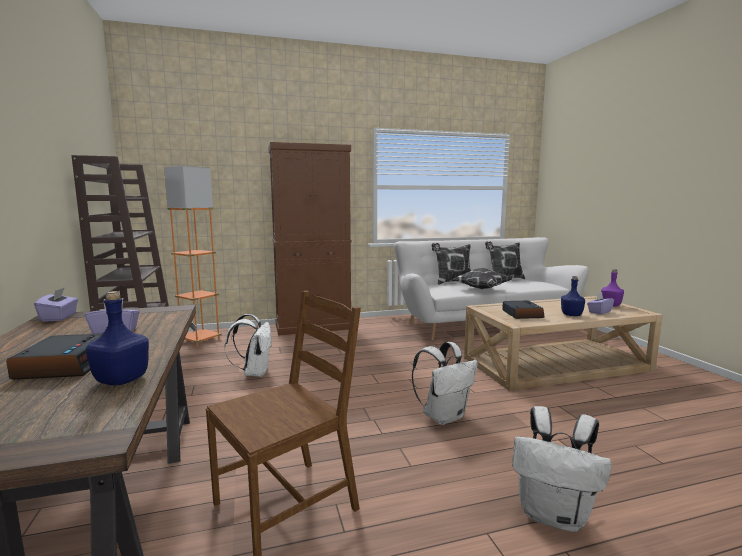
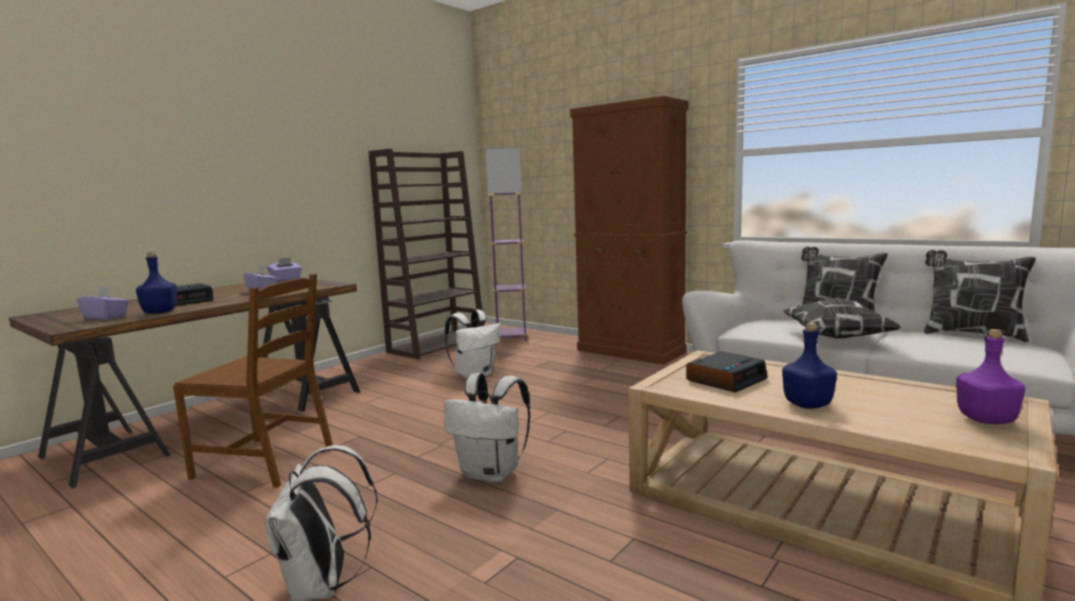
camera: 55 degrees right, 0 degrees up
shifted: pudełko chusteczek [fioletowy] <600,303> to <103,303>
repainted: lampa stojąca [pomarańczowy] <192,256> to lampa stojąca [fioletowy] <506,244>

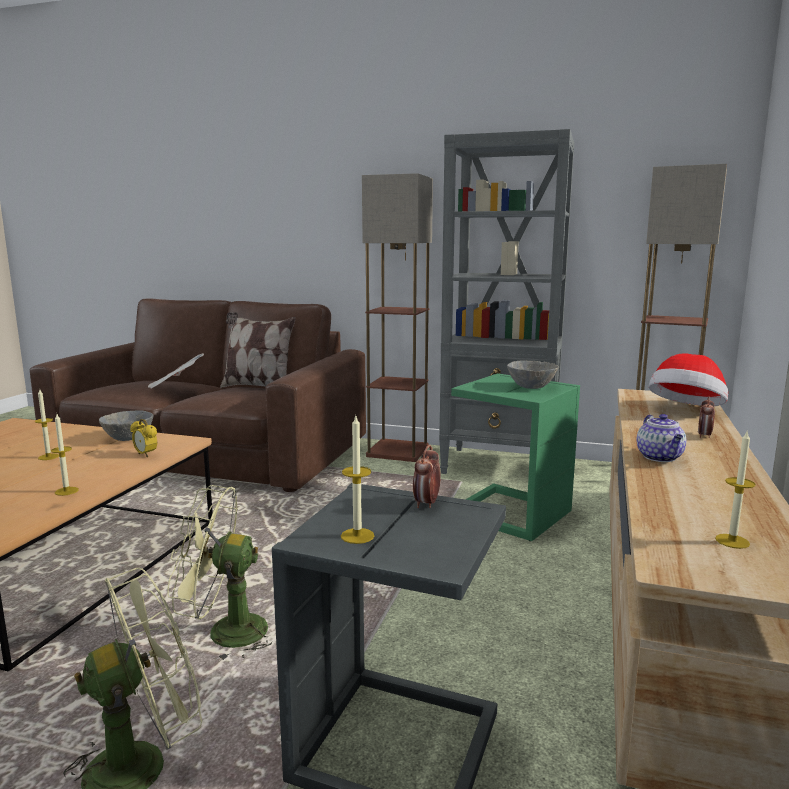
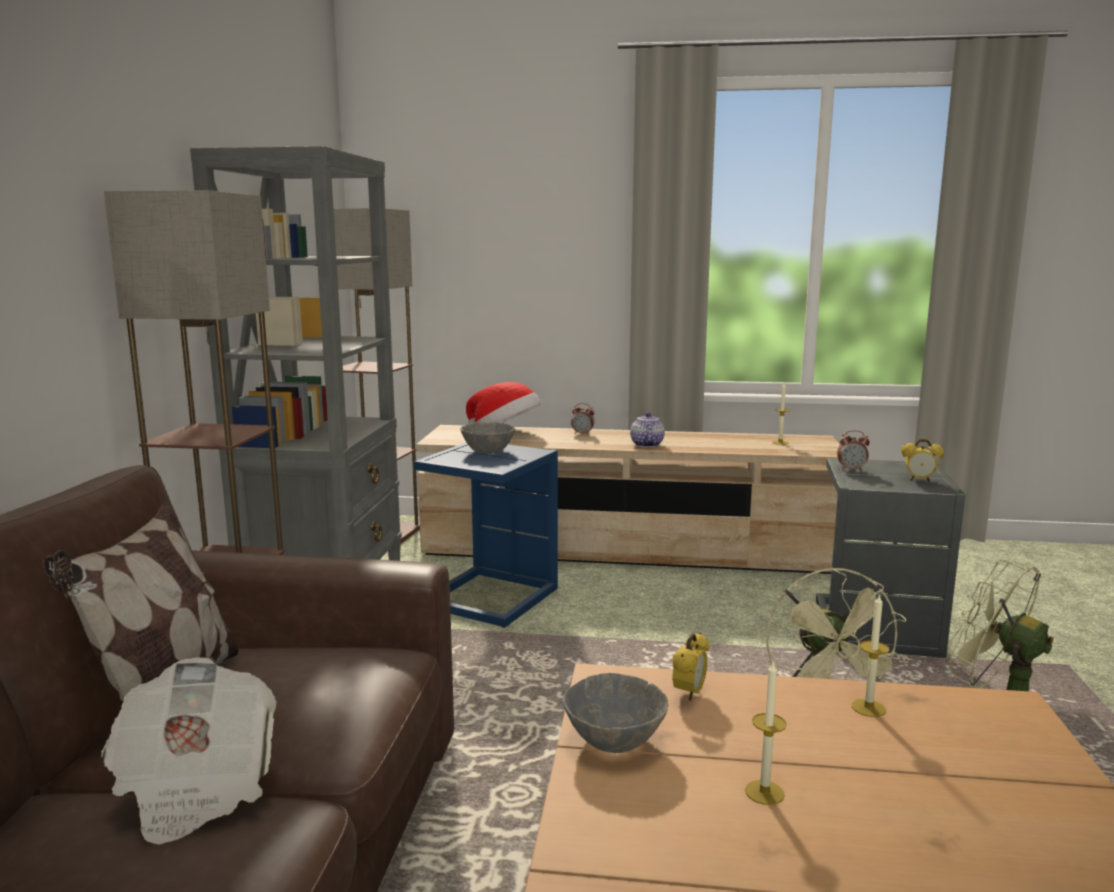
camera: 100 degrees left, 0 degrees up
swapped: świeca <357,480> to budzik <922,460>
repainted: stolik [zielony] <515,457> to stolik [niebieski] <486,535>
rotated: imbryk <661,438> = <647,429> 75 degrees counterclockwise

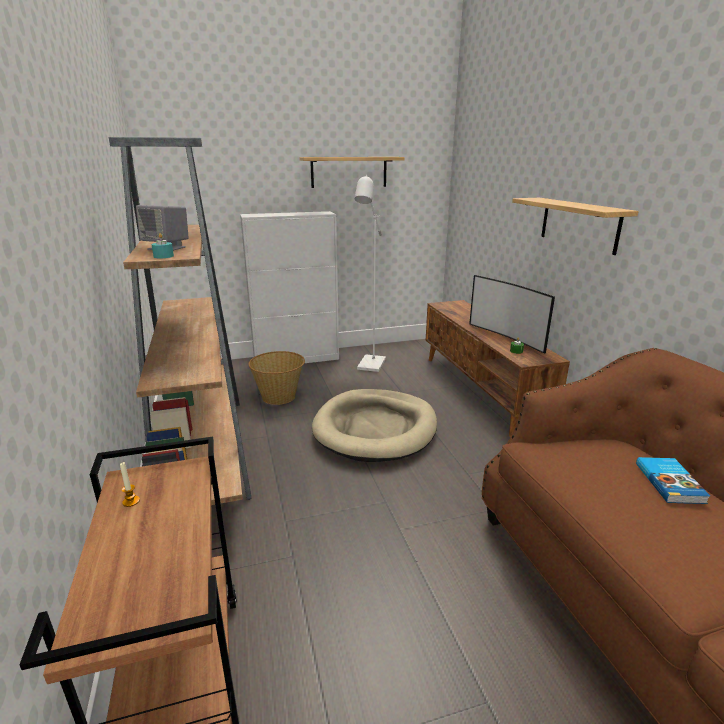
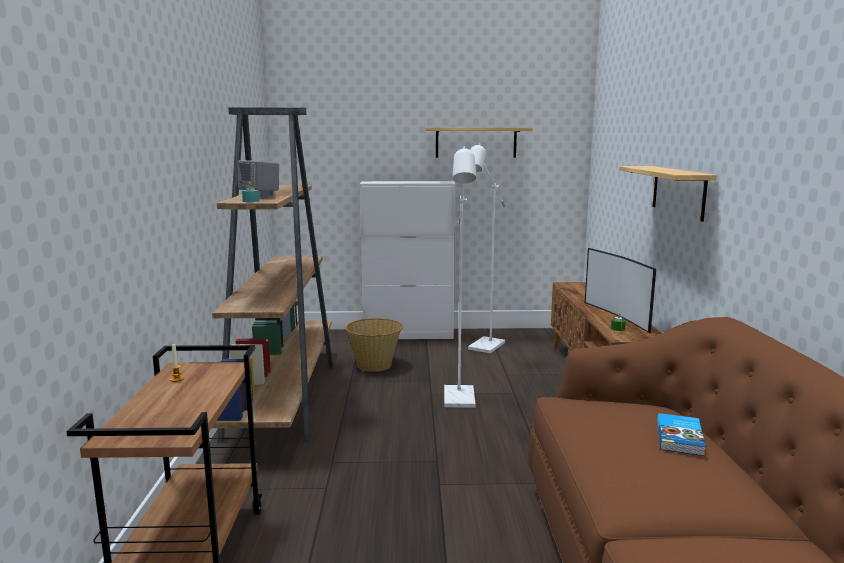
camera: 15 degrees right, 10 degrees down
swapped: legowisko [beżowy] <374,425> to lampa stojąca [biały] <460,277>

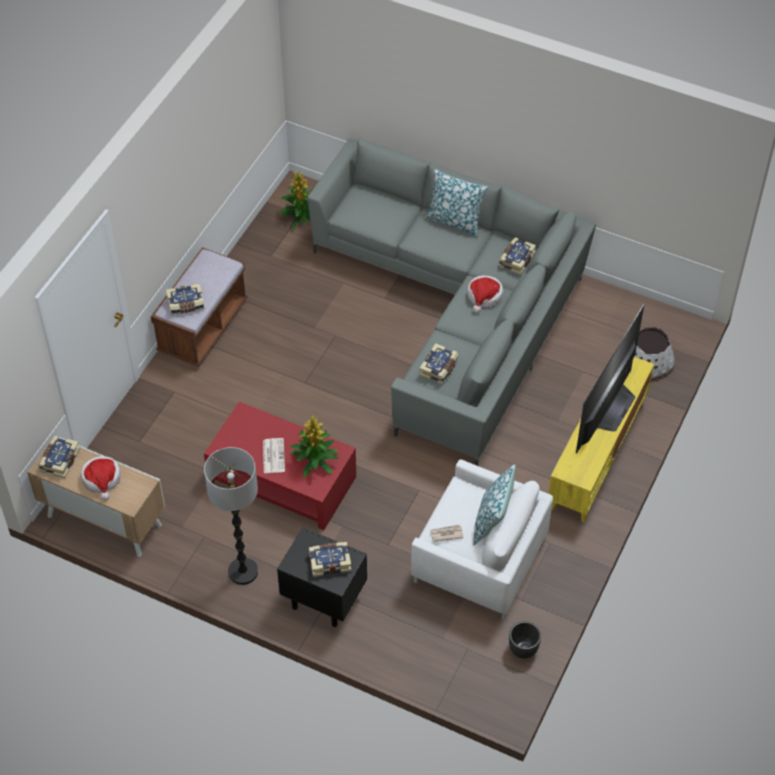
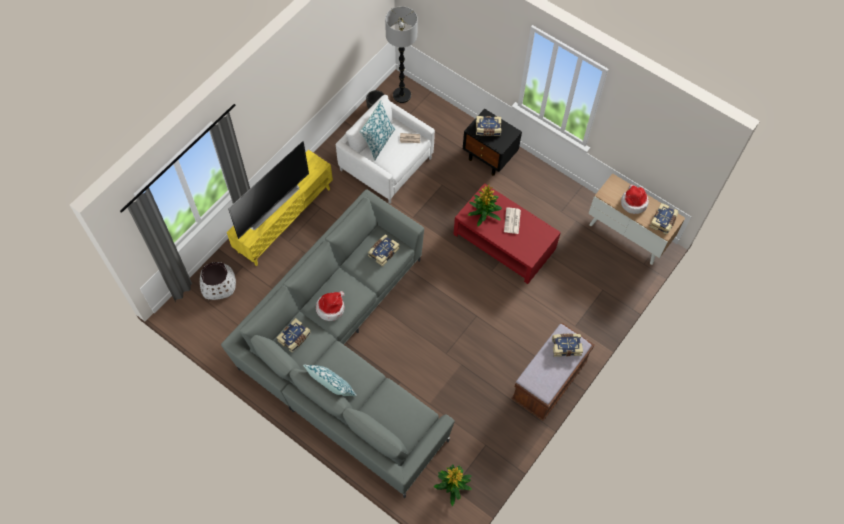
camera: 170 degrees left, 10 degrees up
shifted: lampa stojąca <231,516> to <401,54>

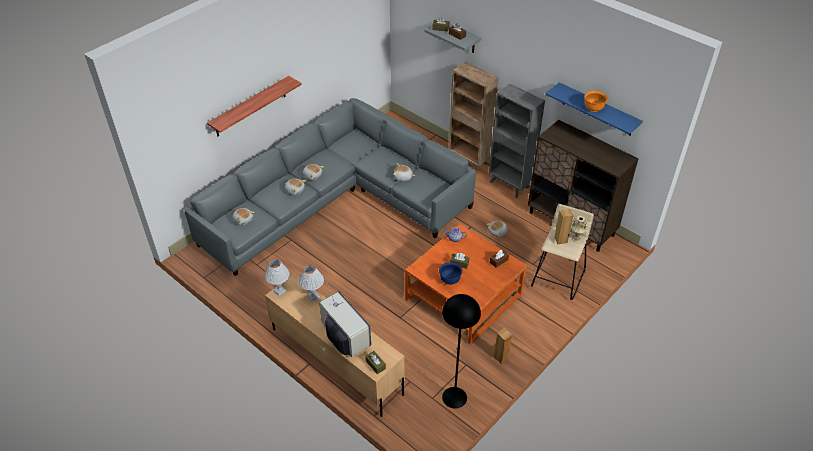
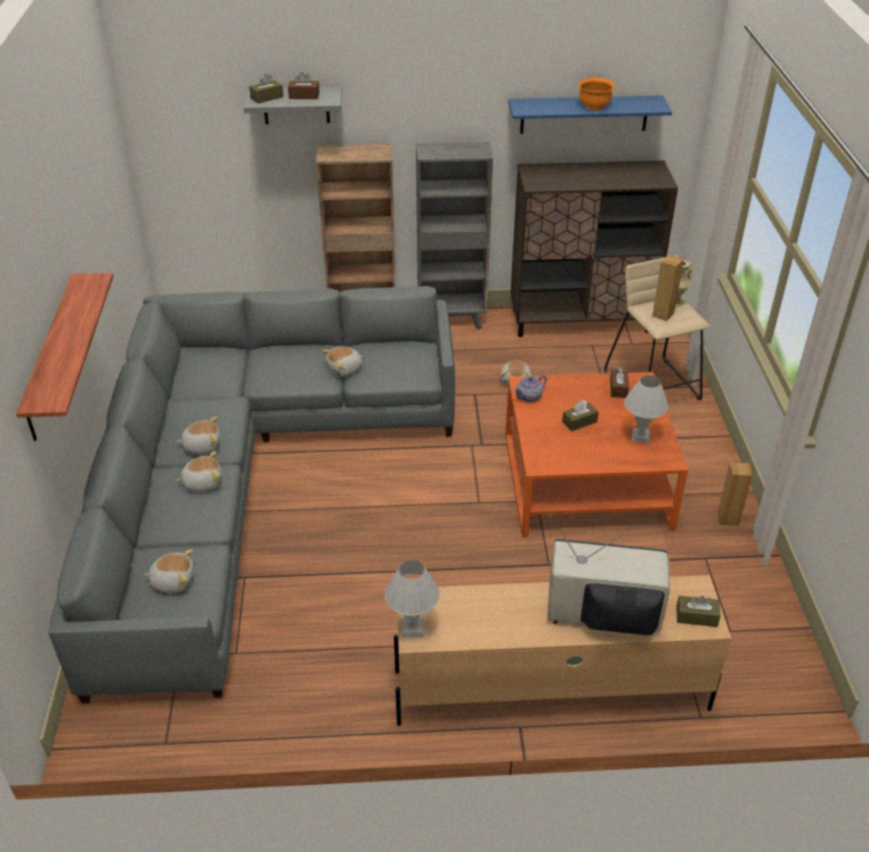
camera: 45 degrees left, 5 degrees down
gone: miska [niebieski] <450,273>; lampa stojąca [czarny] <461,351>
shifted: lampa stołowa [biały] <311,283> to <646,409>

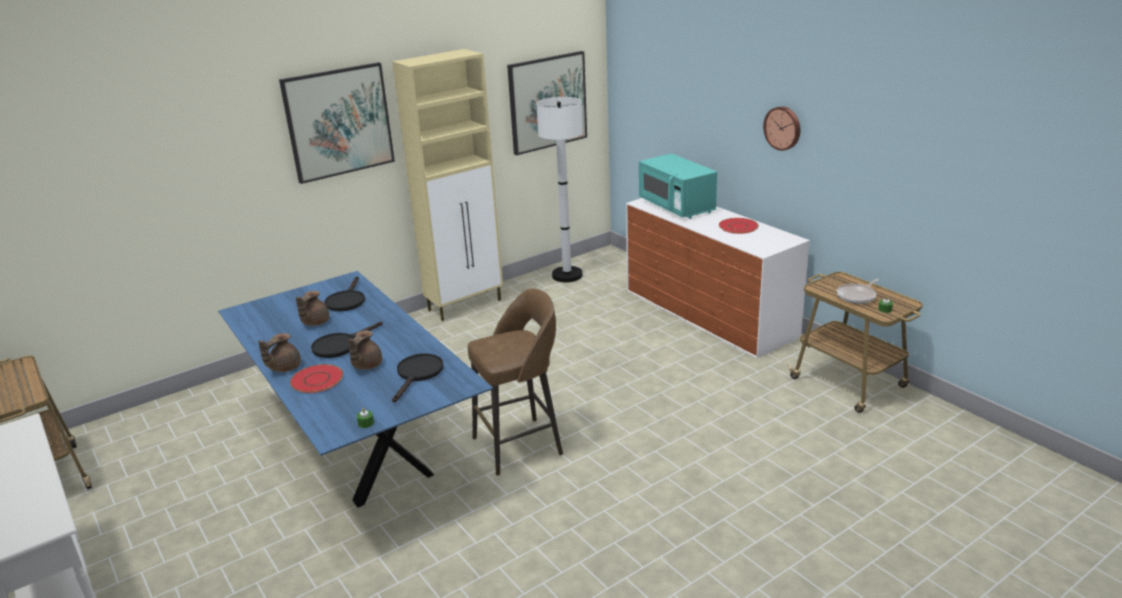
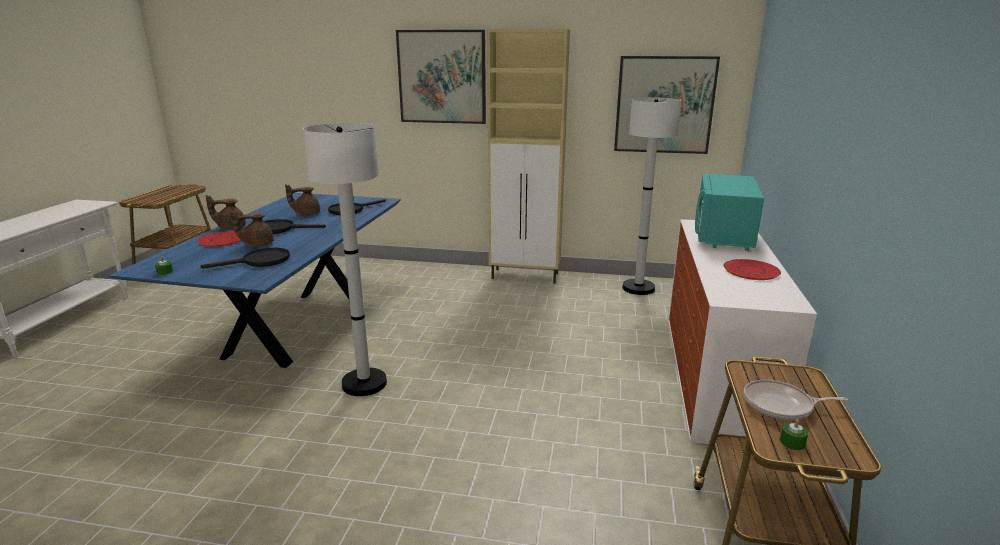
camera: 45 degrees right, 5 degrees down
gone: zegar ścienny <781,128>
swapped: stołek [brązowy] <515,382> to lampa stojąca [biały] <345,259>

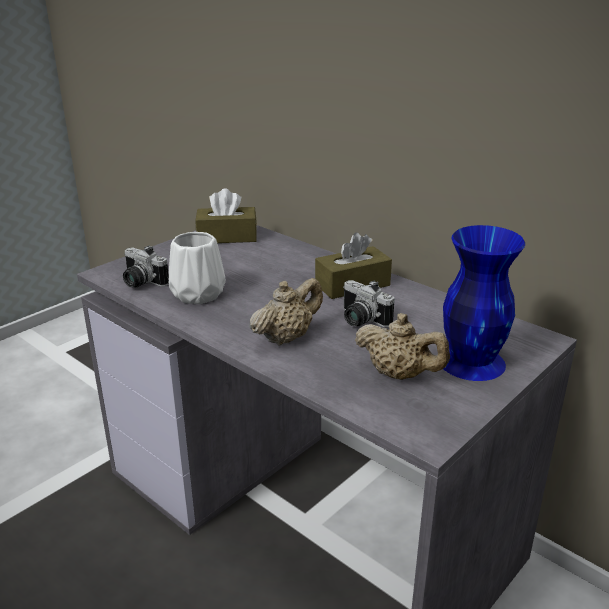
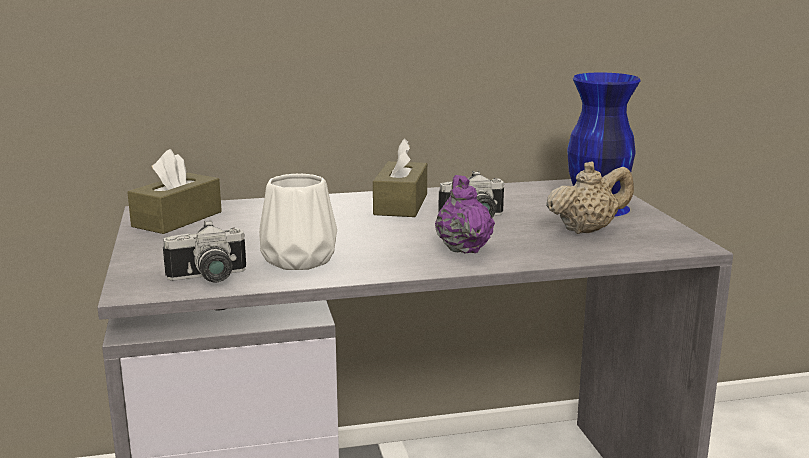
camera: 55 degrees left, 10 degrees down
repainted: imbryk [beżowy] <286,312> to imbryk [fioletowy] <465,214>

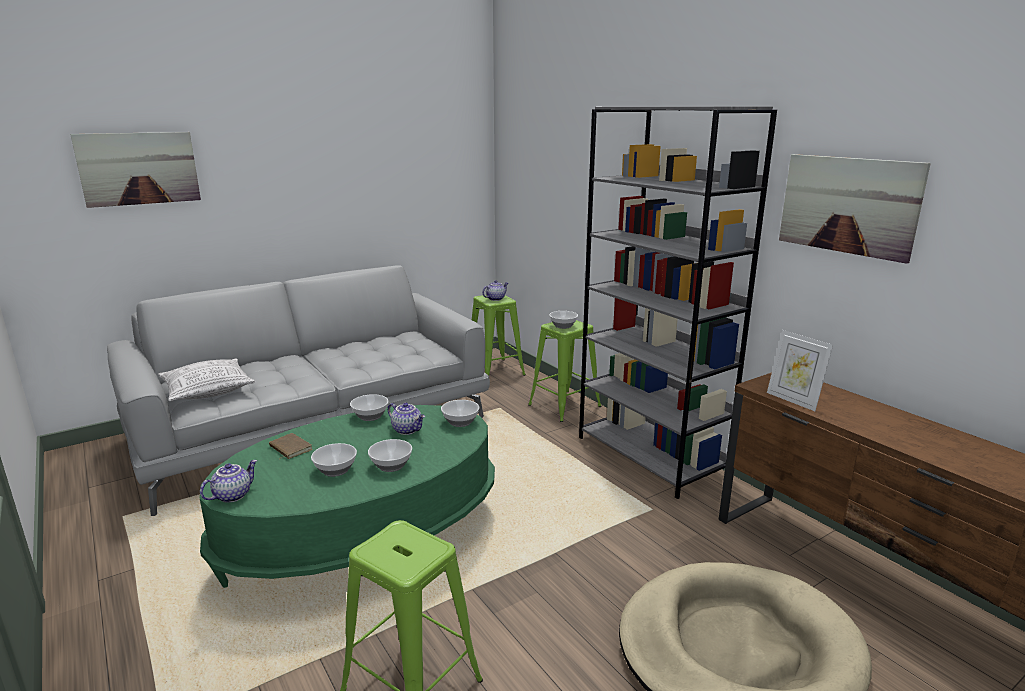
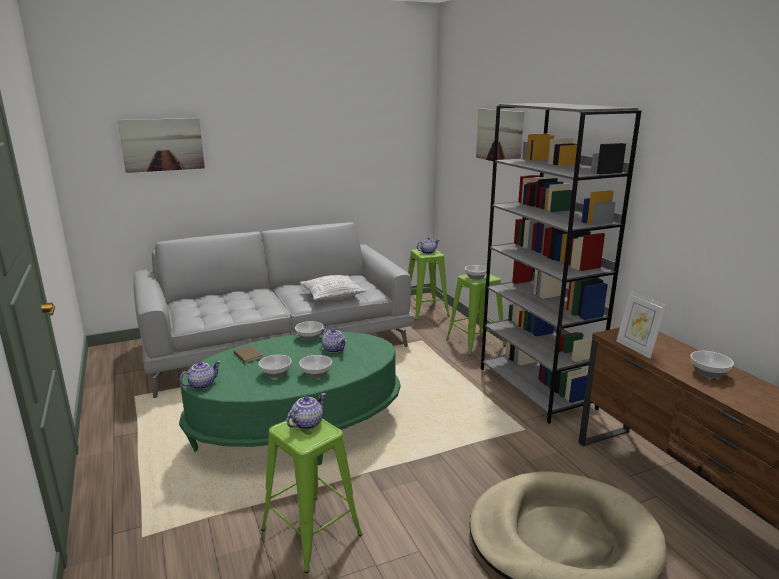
camera: 10 degrees right, 0 degrees up
new: imbryk <306,411>
shifted: poduszka <206,380> to <332,287>; obraz <855,209> to <500,134>; miska <460,413> to <712,365>

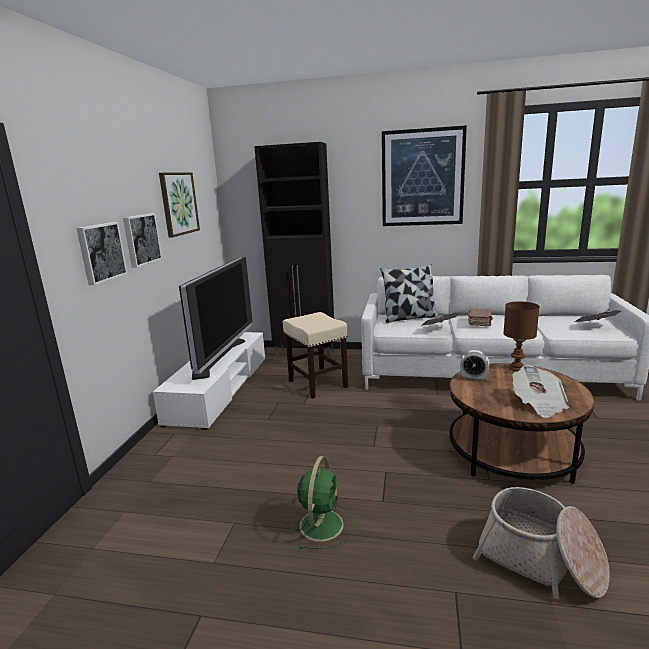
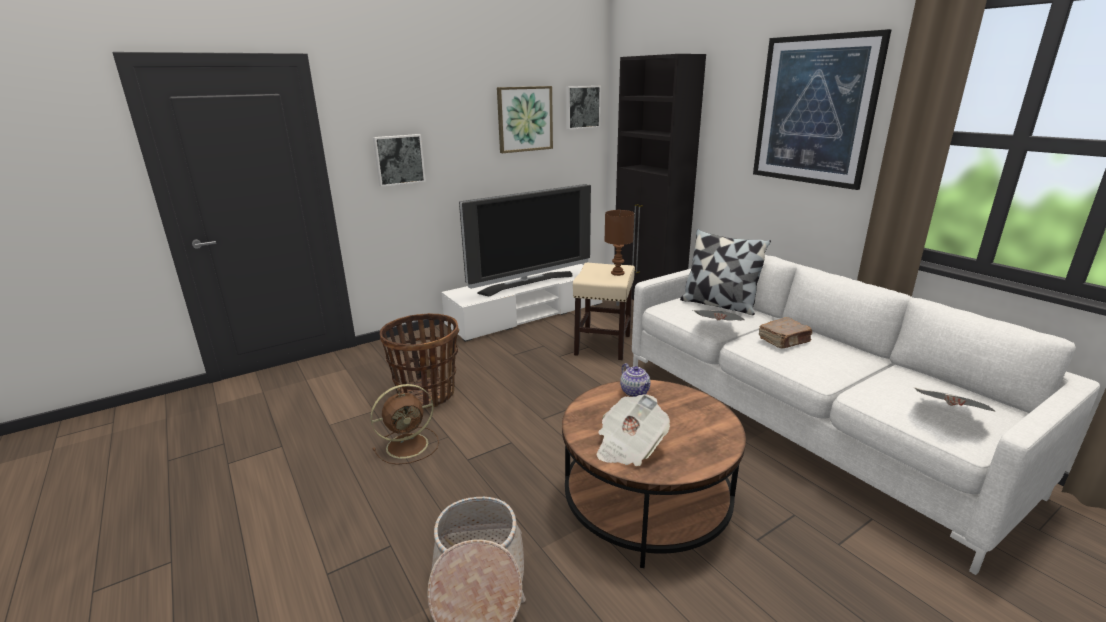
camera: 45 degrees right, 5 degrees up
new: koszyk <419,361>
shifted: obraz <142,240> to <583,108>; lampa stołowa [brązowy] <521,336> to <619,243>
swapped: budzik <474,366> to imbryk <635,380>
repainted: wentylator [zielony] <322,502> to wentylator [brązowy] <405,424>

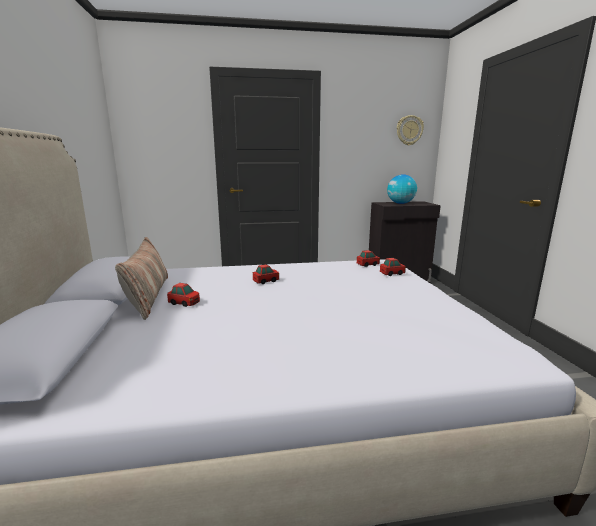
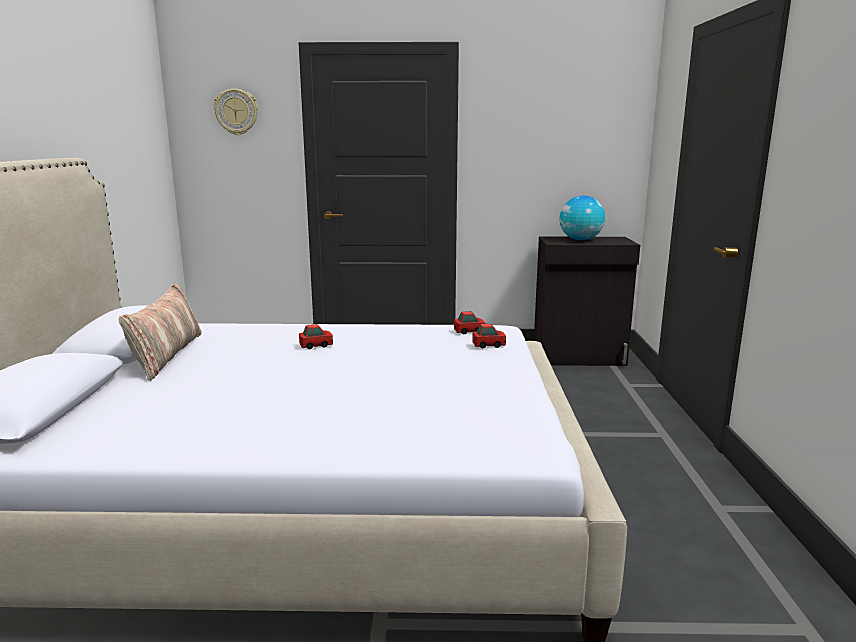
camera: 10 degrees right, 0 degrees up
gone: samochodzik <183,295>
shifted: zegar ścienny <410,130> to <236,112>

